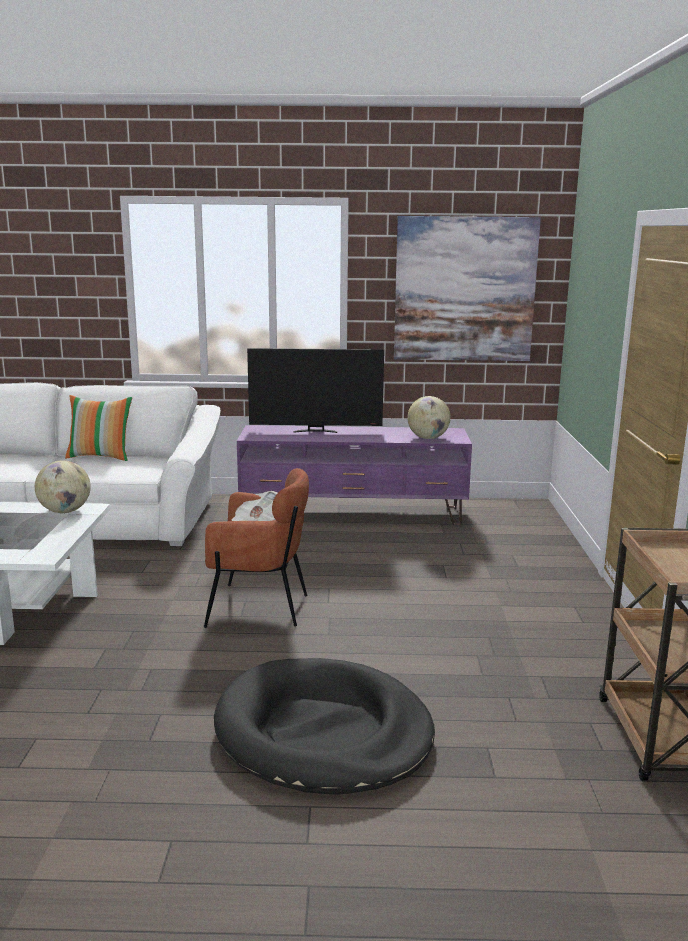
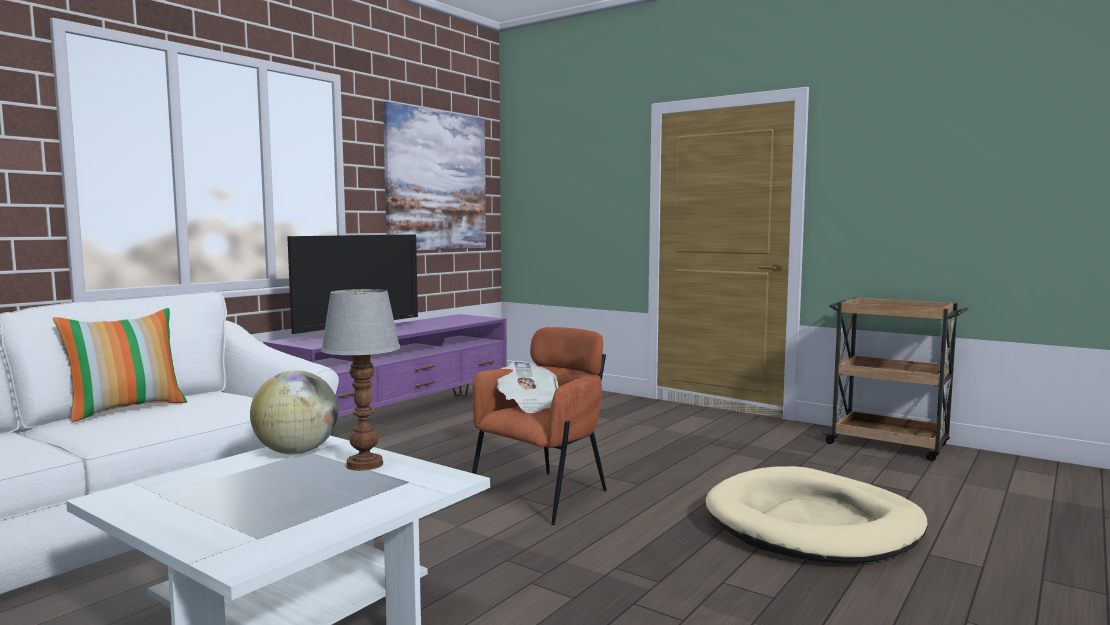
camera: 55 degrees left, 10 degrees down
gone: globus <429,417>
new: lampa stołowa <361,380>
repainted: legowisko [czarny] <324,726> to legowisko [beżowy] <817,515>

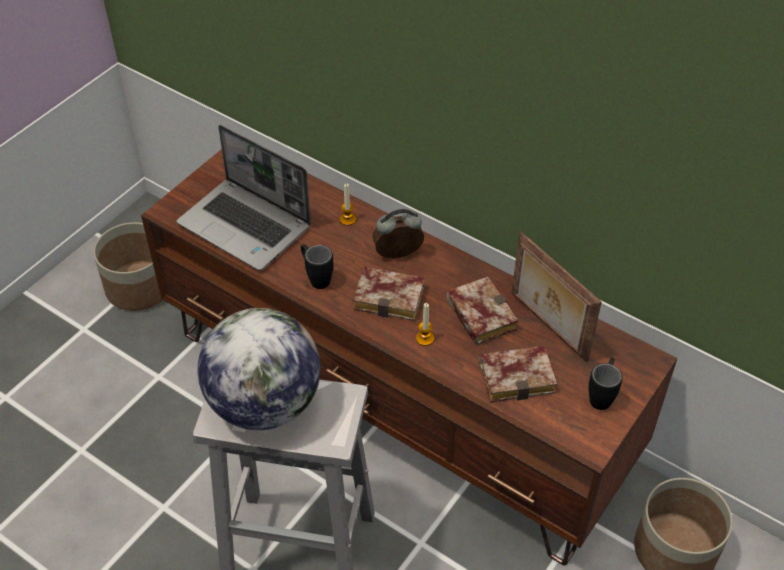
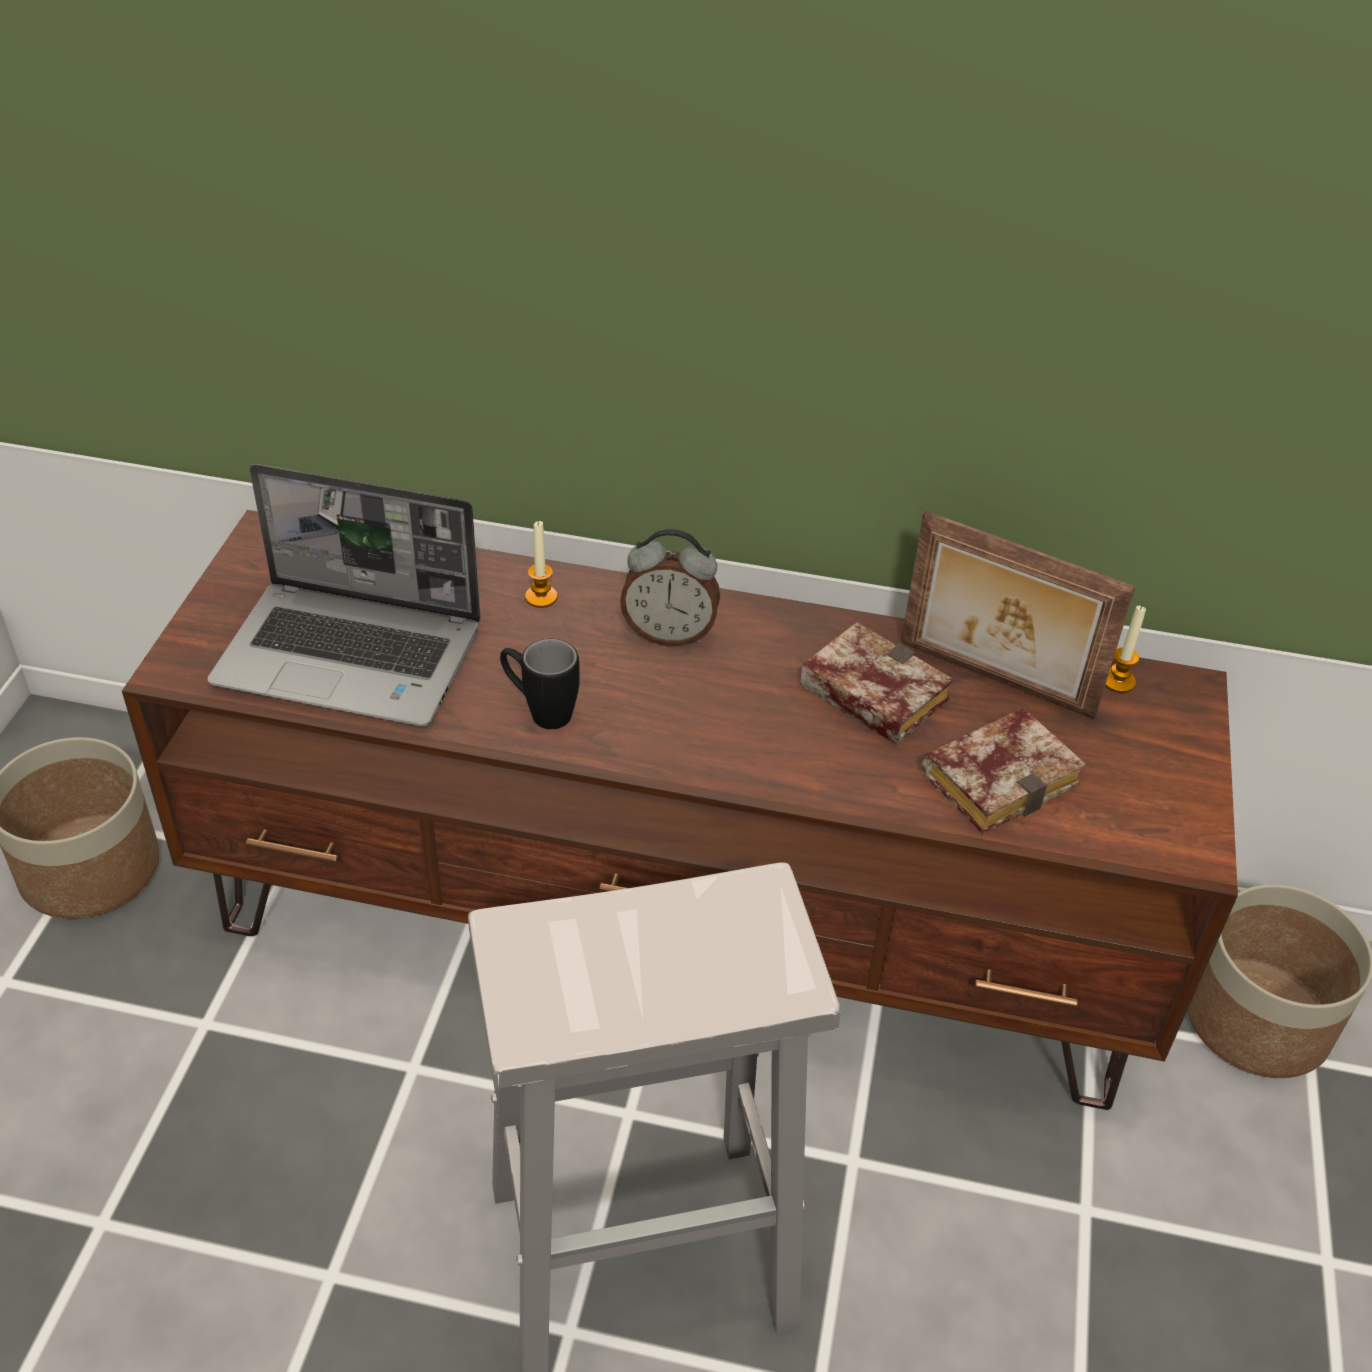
camera: 25 degrees left, 5 degrees down
gone: globus <259,369>; książka <389,294>; kubek [czarny] <605,384>
shifted: świeca <425,324> to <1125,649>
rotated: budzik <398,233> = <670,587> 135 degrees counterclockwise

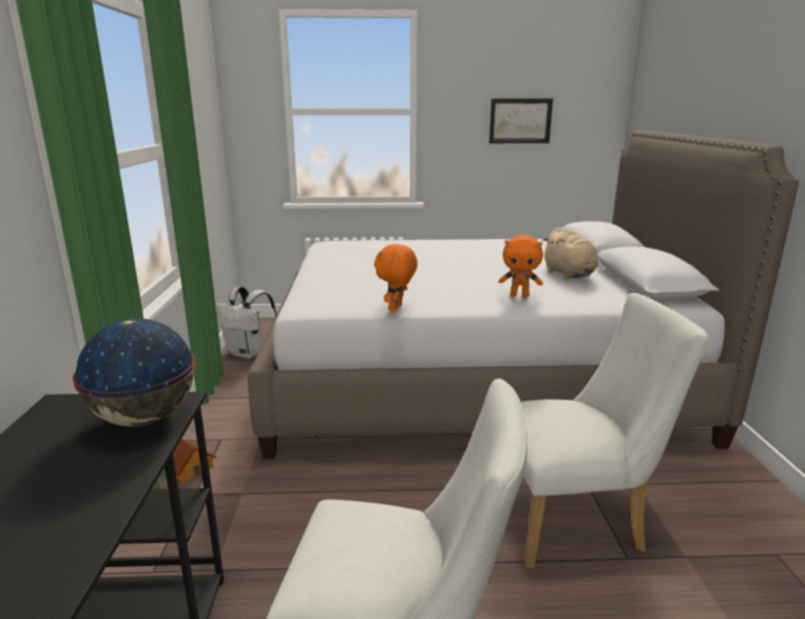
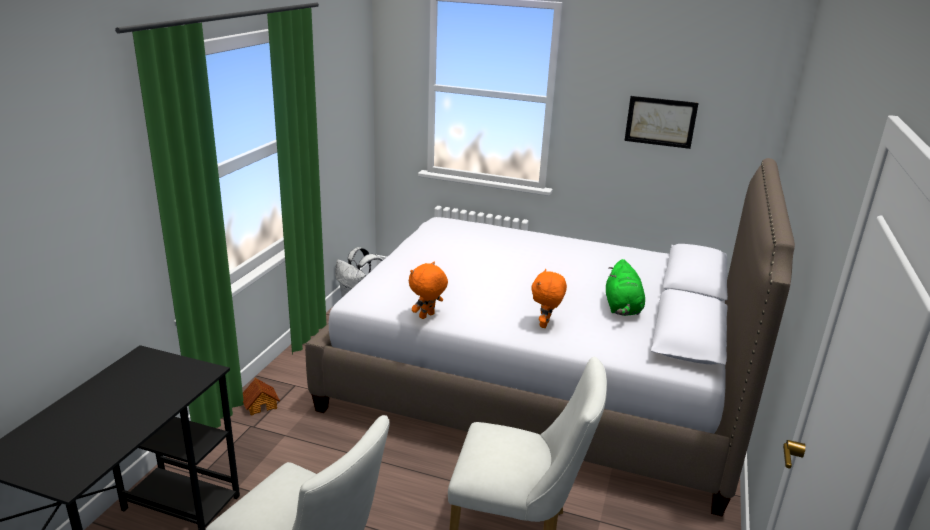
camera: 20 degrees right, 5 degrees up
gone: globus <134,372>
repainted: pluszak [beżowy] <570,253> to pluszak [zielony] <625,287>
rotated: pluszak [pomarańczowy] <521,266> = <549,298> 75 degrees clockwise

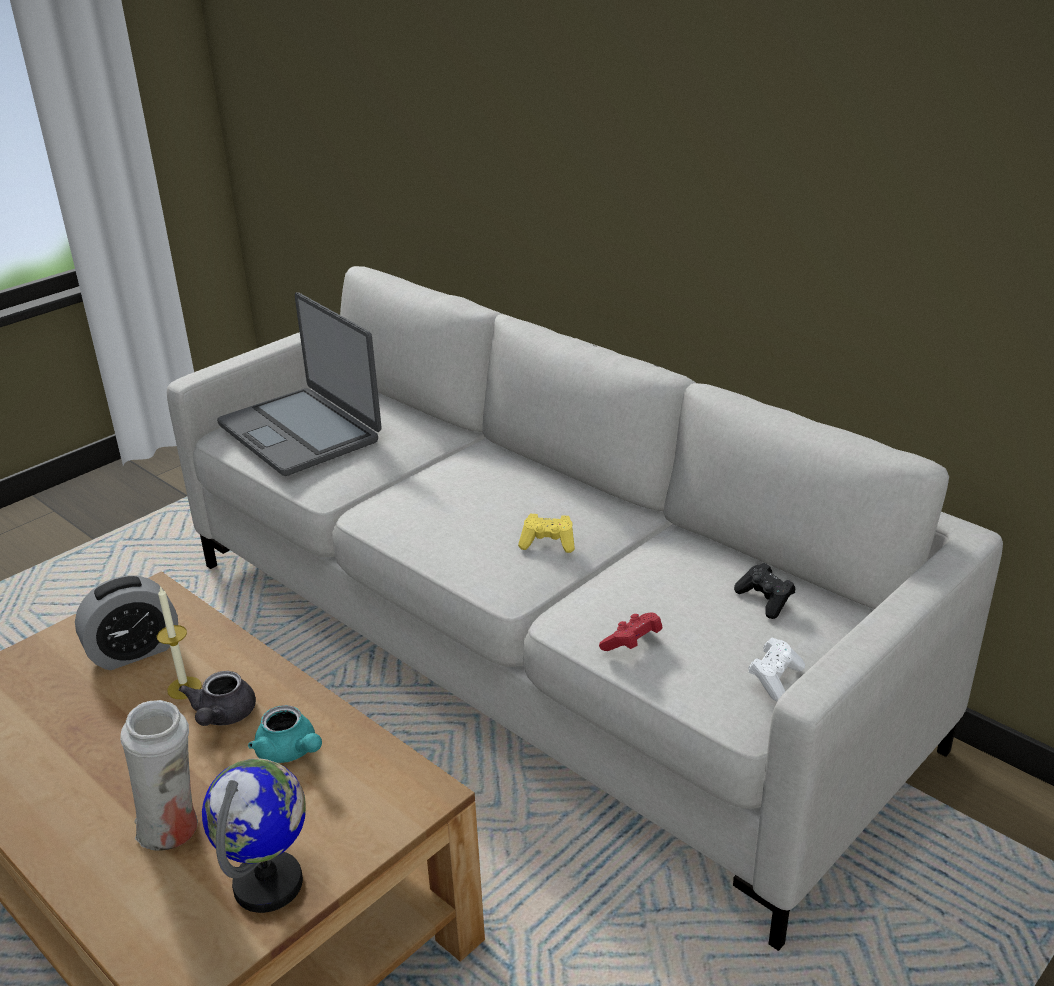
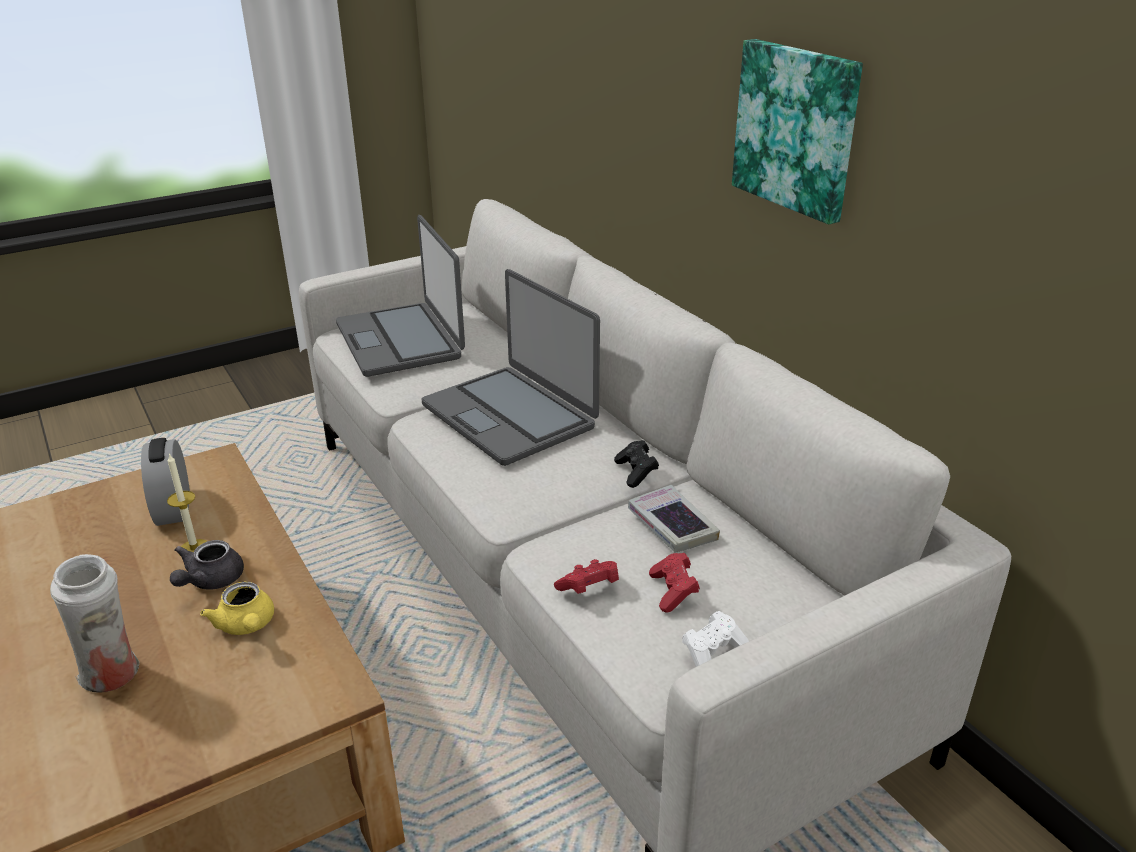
camera: 15 degrees right, 0 degrees up
gone: globus <254,835>; pad do gier [żółty] <546,533>
new: laptop <511,367>; książka <674,519>; pad do gier [czerwony] <674,583>; obraz <797,131>
shifted: pad do gier [czarny] <764,591> to <636,464>
repainted: imbryk [turkusowy] <285,734> to imbryk [żółty] <237,608>
rotated: budzik <126,622> = <165,482> 90 degrees clockwise

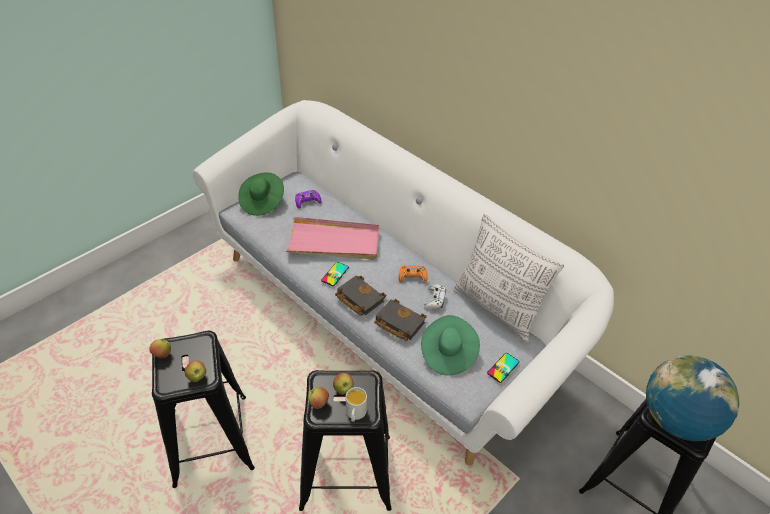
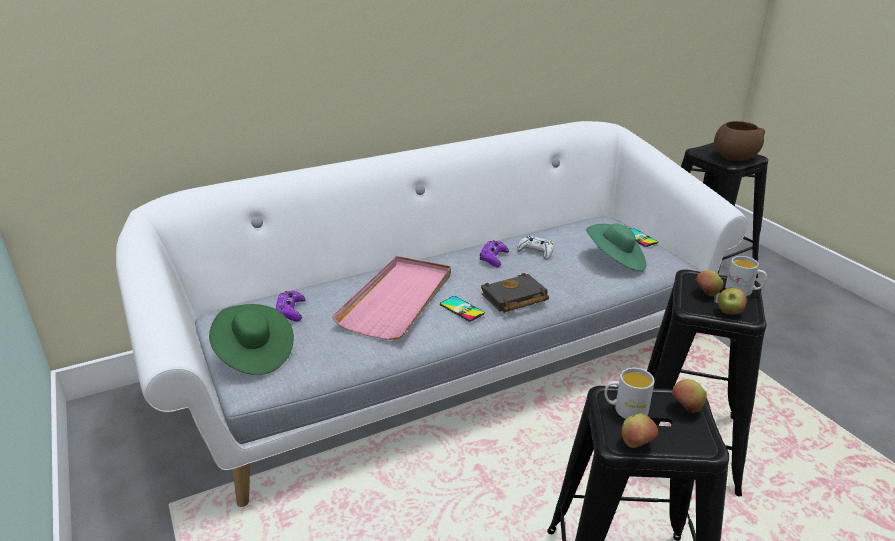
camera: 70 degrees left, 15 degrees down
gone: książka [czarny] <400,320>; poduszka <508,278>
new: kubek [biały] <629,393>
swapped: globus <692,398> to miska [brązowy] <739,141>
repainted: pad do gier [pomarańczowy] <413,274> to pad do gier [fioletowy] <494,253>

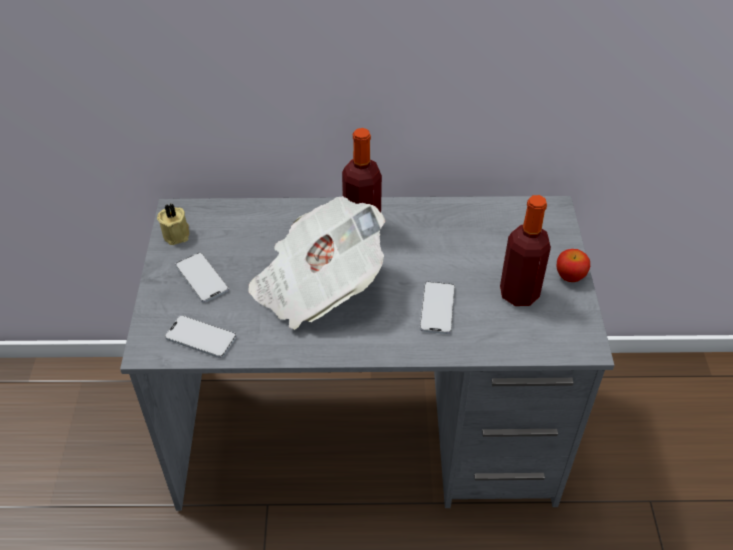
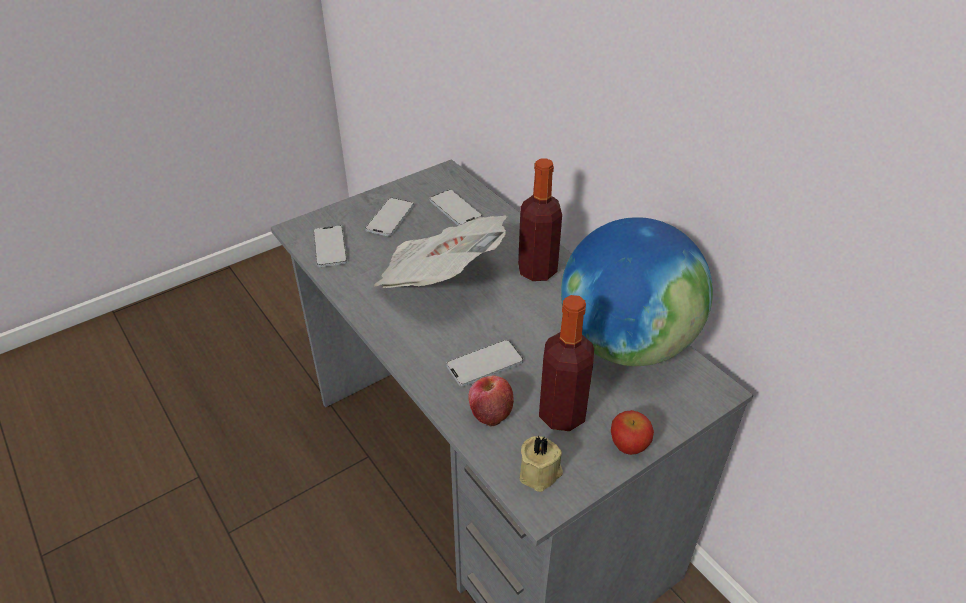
camera: 55 degrees right, 5 degrees down
new: telefon <455,208>; jabłko <491,401>; globus <637,291>
shifted: świeca [beżowy] <173,224> to <541,464>

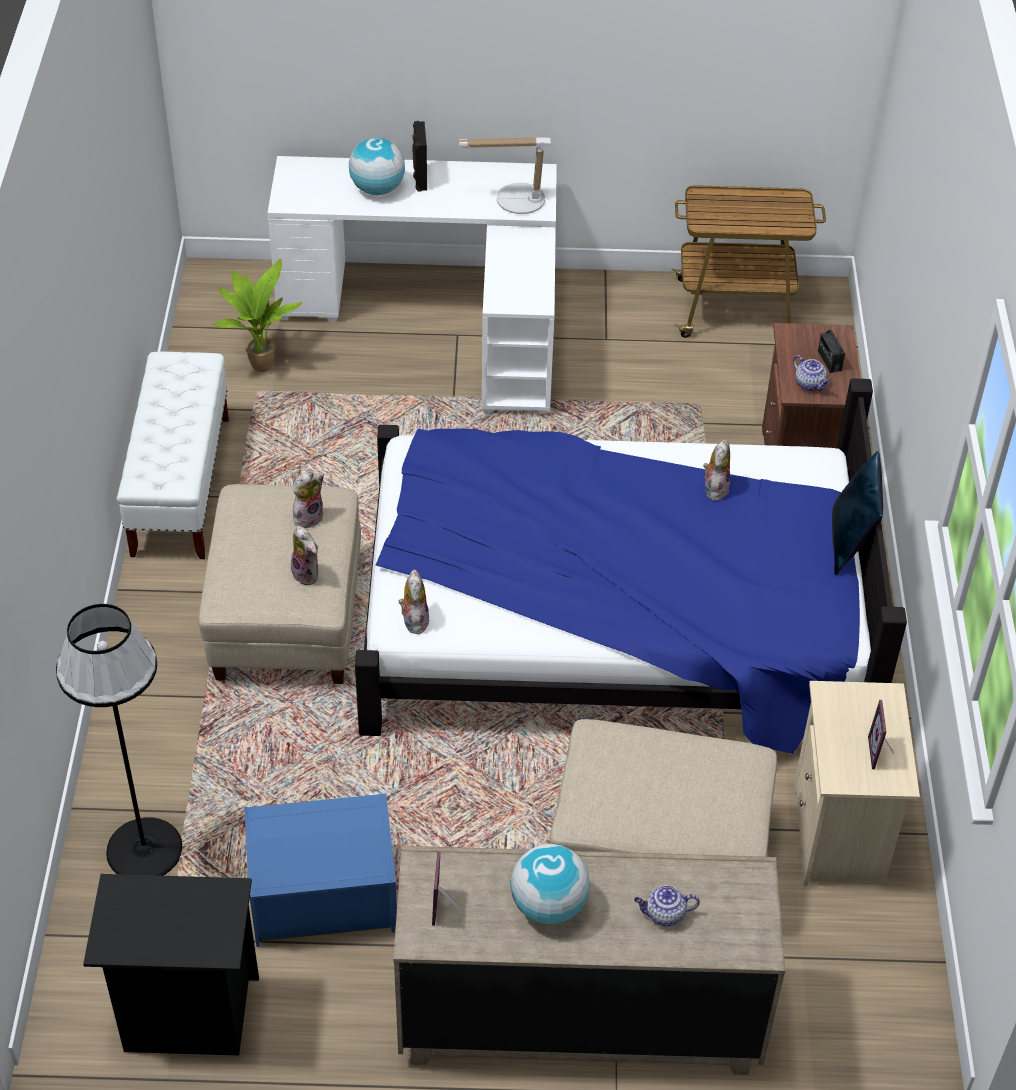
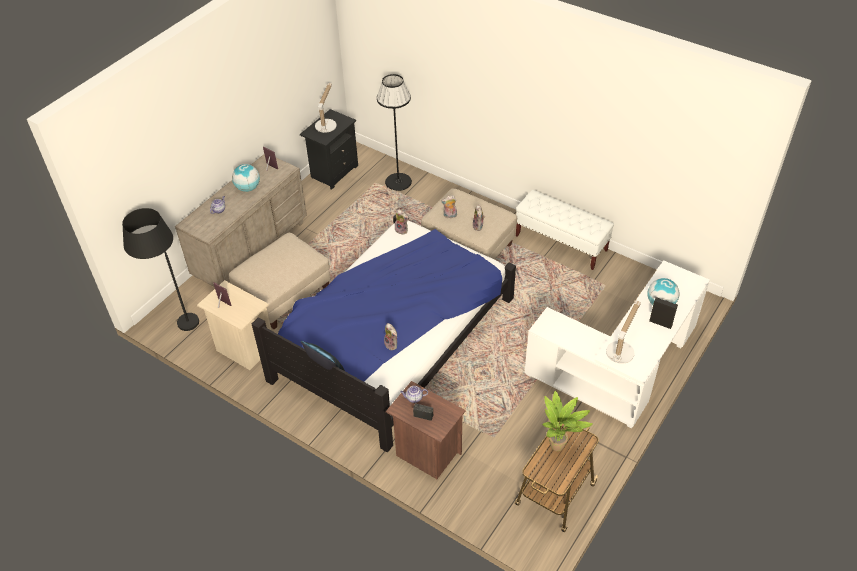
camera: 125 degrees right, 0 degrees up
gone: pojemnik do przechowywania [niebieski] <320,870>
new: lampa stojąca [czarny] <160,269>; lampa stołowa <326,108>
shifted: roślina doniczkowa <257,315> to <567,421>

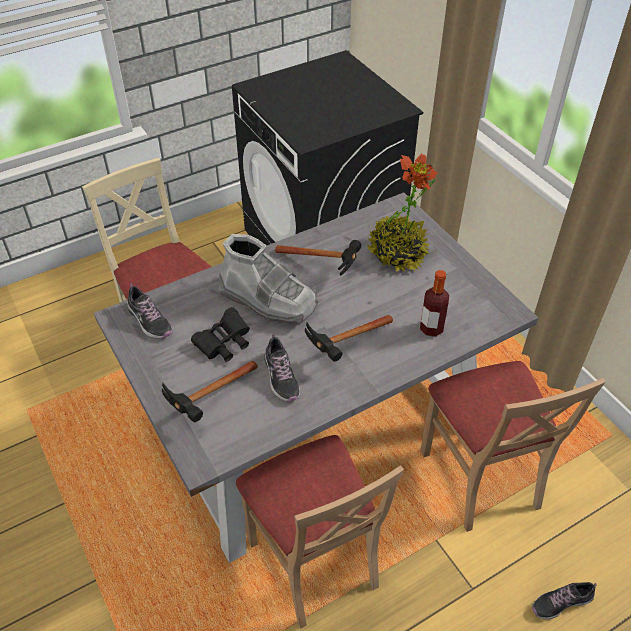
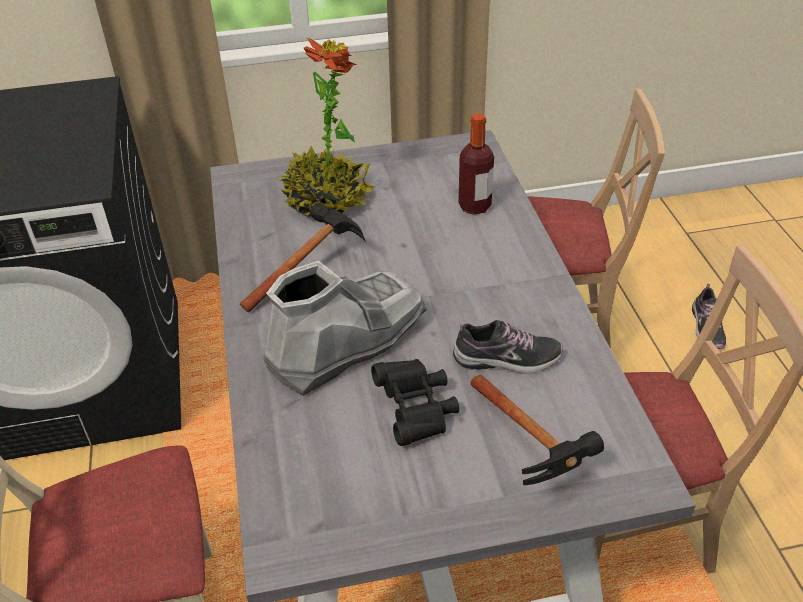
camera: 70 degrees left, 5 degrees down
gone: but <150,311>; młotek <349,338>

